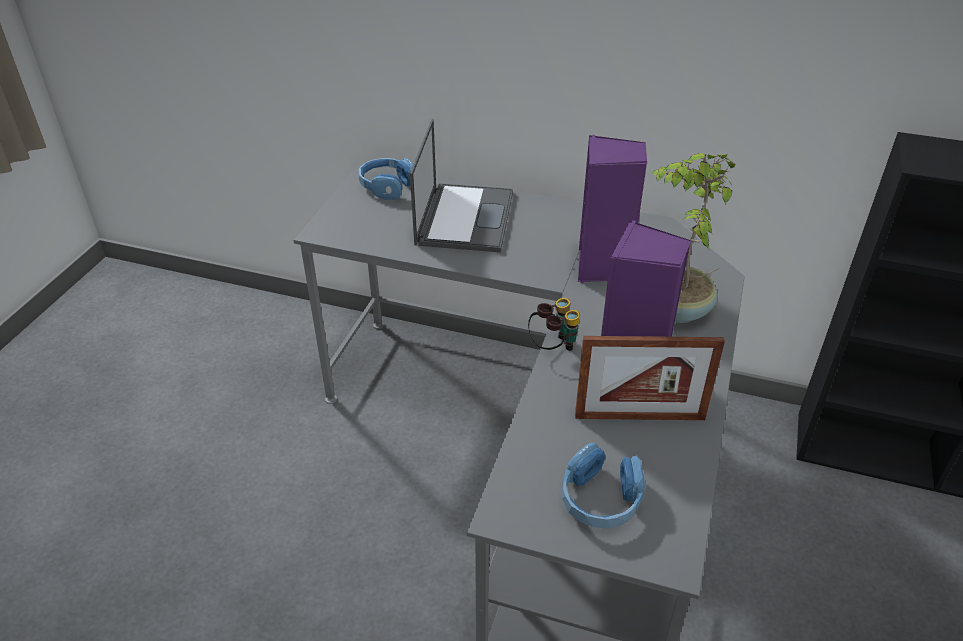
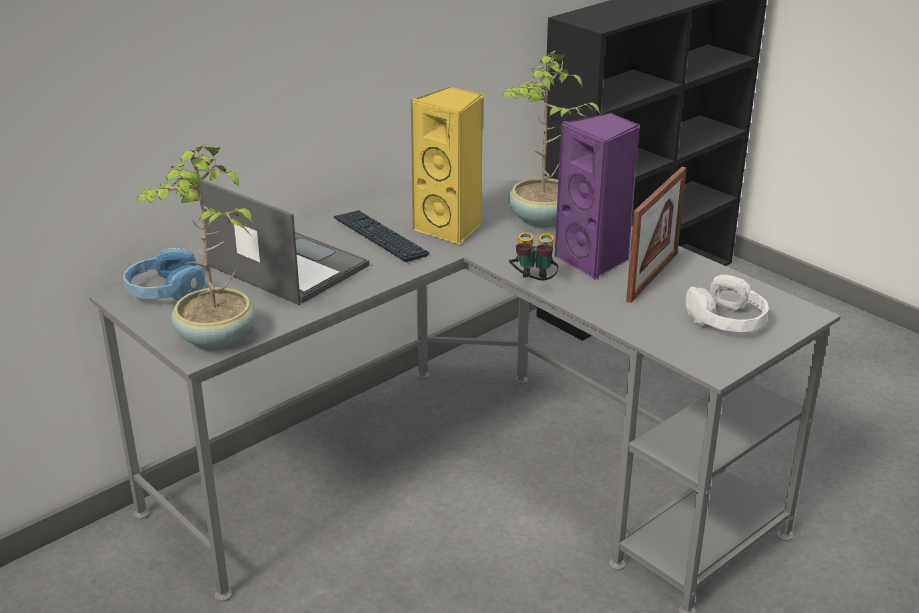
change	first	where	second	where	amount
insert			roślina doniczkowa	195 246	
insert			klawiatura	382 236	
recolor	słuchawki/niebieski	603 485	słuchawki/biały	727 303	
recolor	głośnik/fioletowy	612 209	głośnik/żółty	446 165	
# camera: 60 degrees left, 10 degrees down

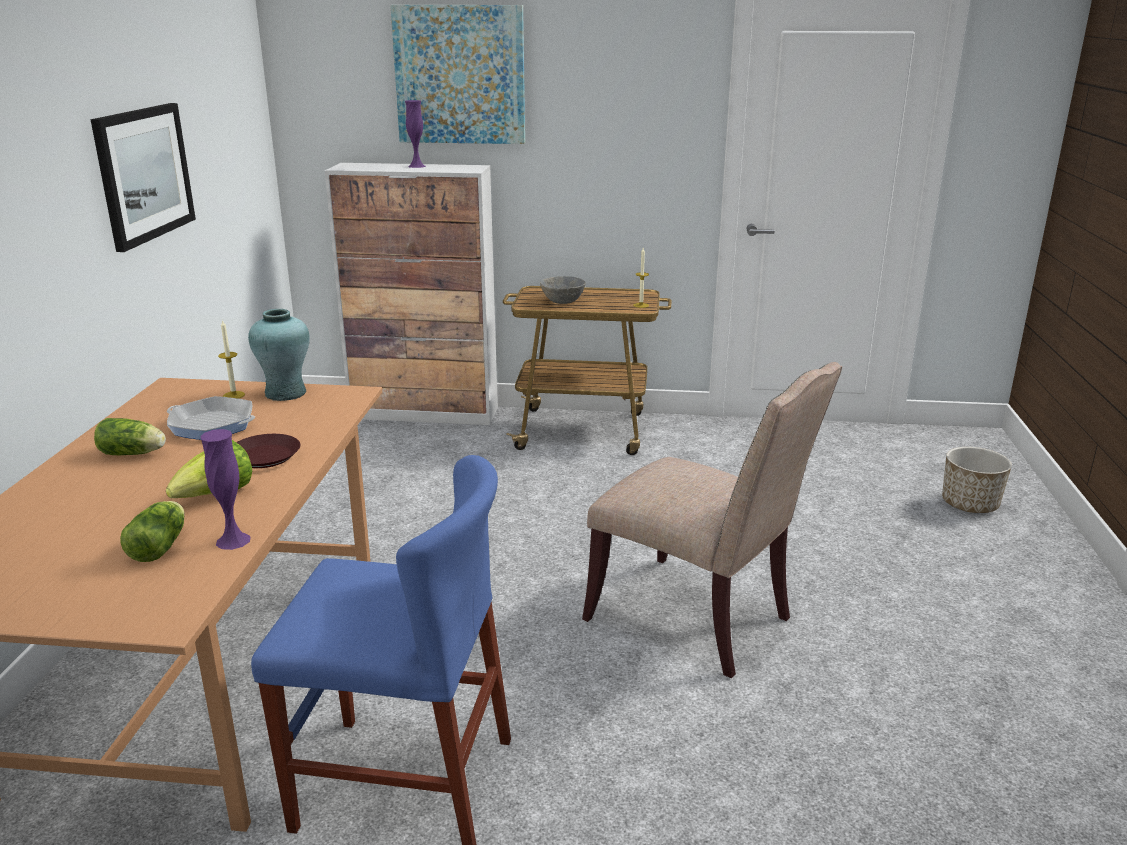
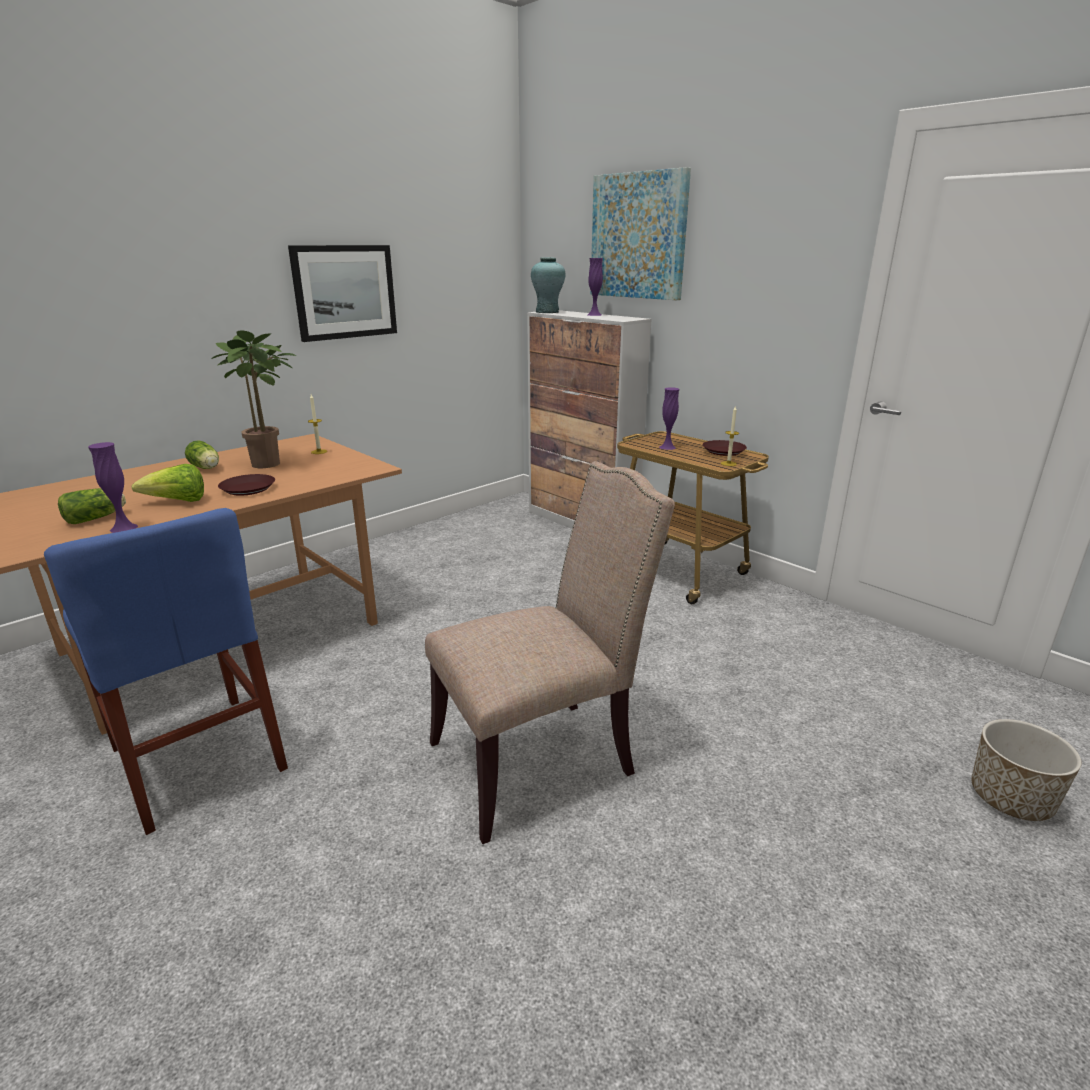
change	first	where	second	where	amount
insert			talerz/brązowy	724 448	
move	wazon/turkusowy	279 355		548 285	
replace	patelnia	211 418	roślina doniczkowa	254 399	
replace	miska/szary	563 290	wazon/fioletowy	669 418	
rotate	krzesło/beżowy	712 520		550 652	105 degrees counterclockwise
# camera: 40 degrees right, 0 degrees up

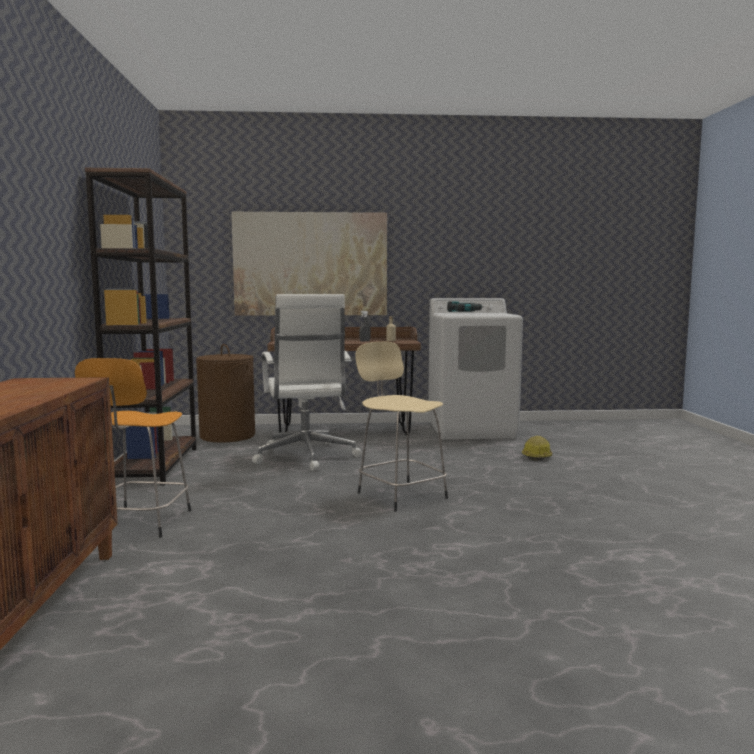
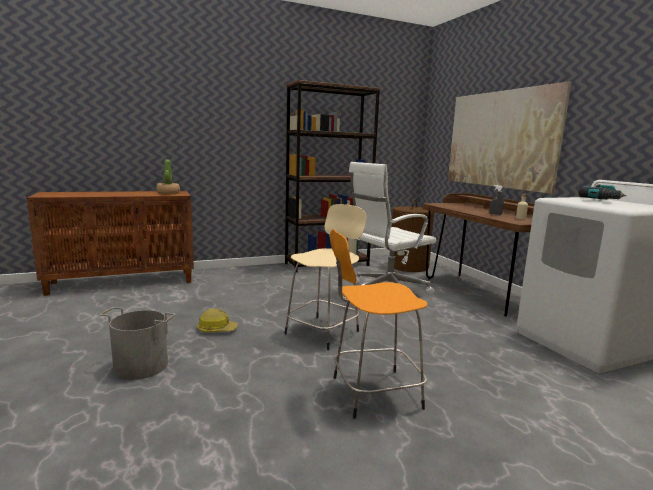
change	first	where	second	where	amount
insert			wiadro/szary	137 343	
insert			roślina doniczkowa	168 177	
move	stołek/pomarańczowy	133 448		379 324	
move	kask	537 448		217 320	
# camera: 70 degrees right, 5 degrees up

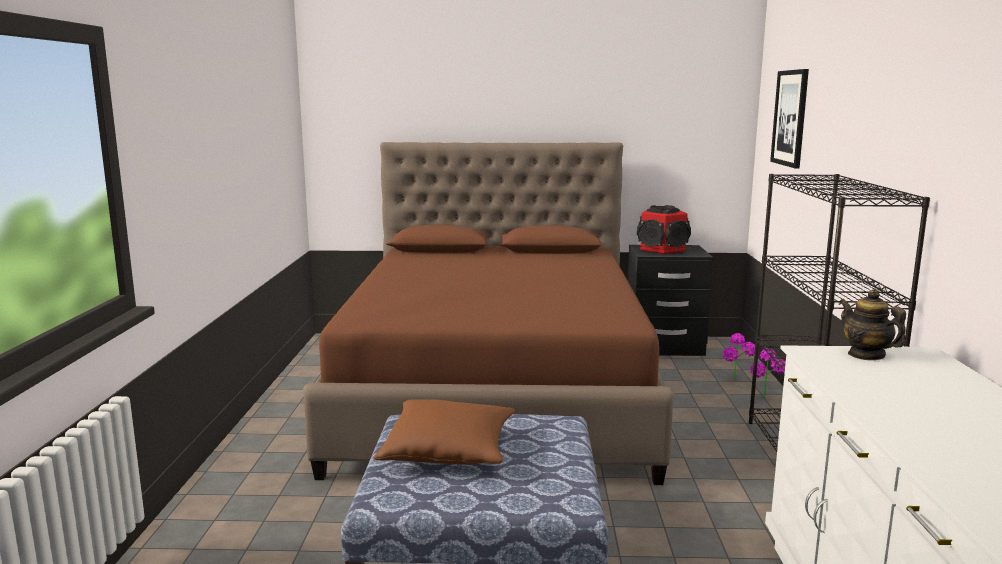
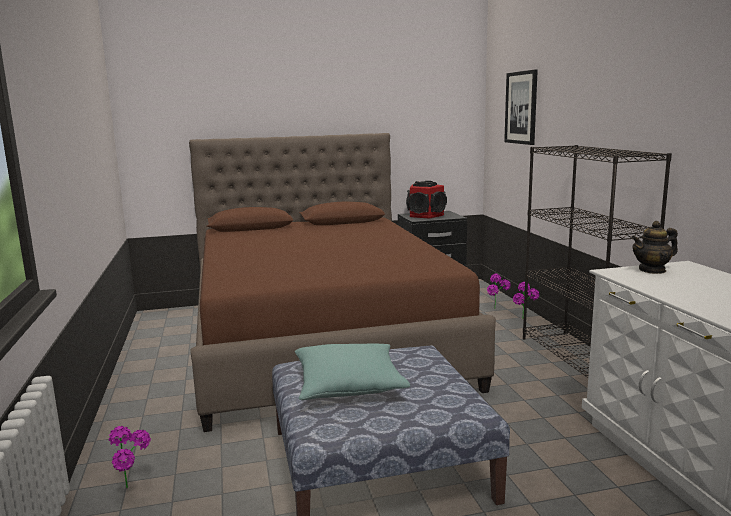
change	first	where	second	where	amount
insert			roślina doniczkowa	130 457	
recolor	poduszka/brązowy	444 432	poduszka/turkusowy	353 371	
rotate	imbryk	872 324		654 247	60 degrees counterclockwise
# camera: 15 degrees left, 0 degrees up

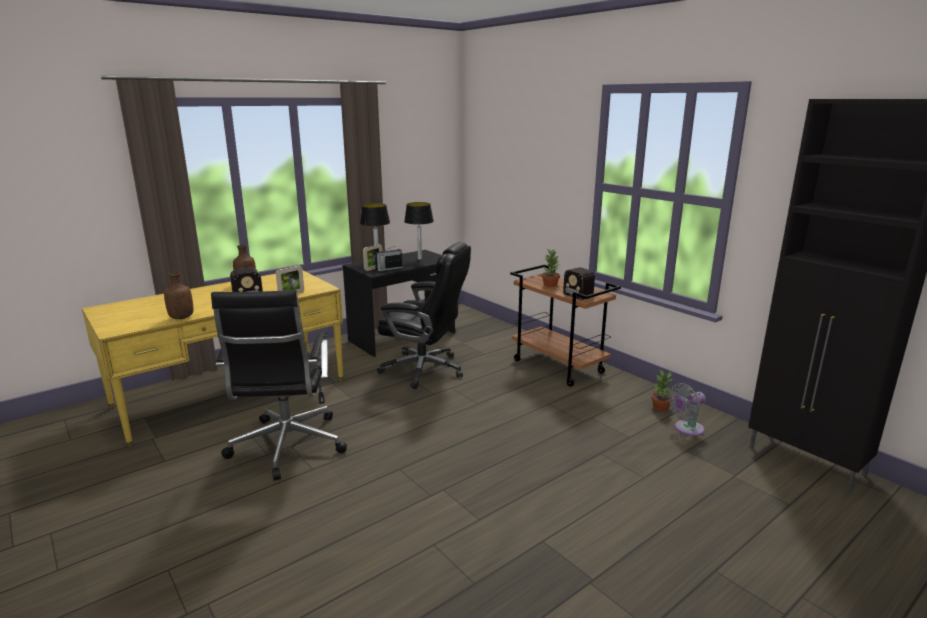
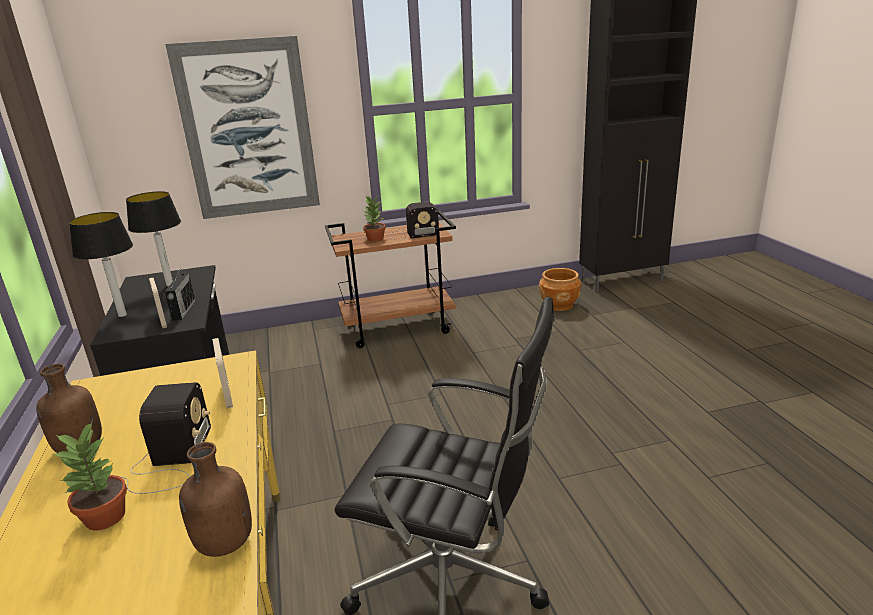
change	first	where	second	where	amount
delete	krzesło biurowe/czarny	424 315			
insert			obraz	242 127	
move	roślina doniczkowa	662 390		90 476	
replace	wentylator/szary	687 409	donica/brązowy	560 289	
# camera: 65 degrees left, 5 degrees up

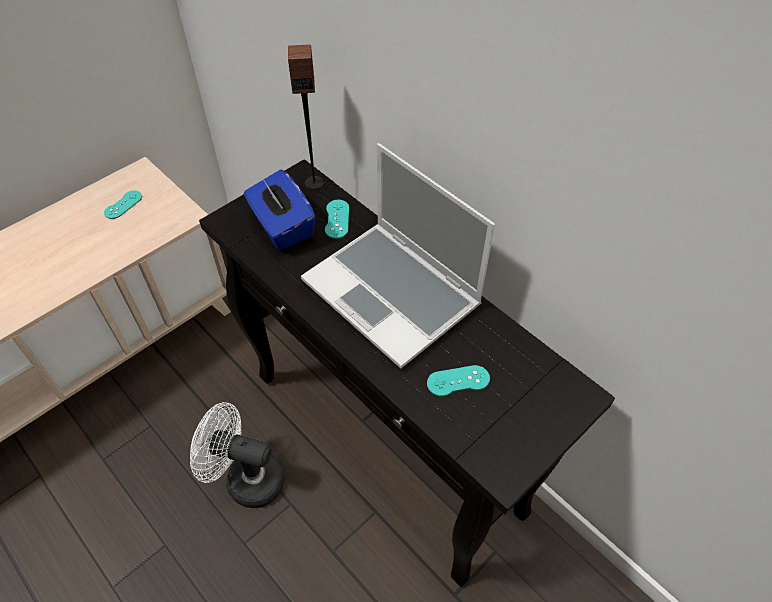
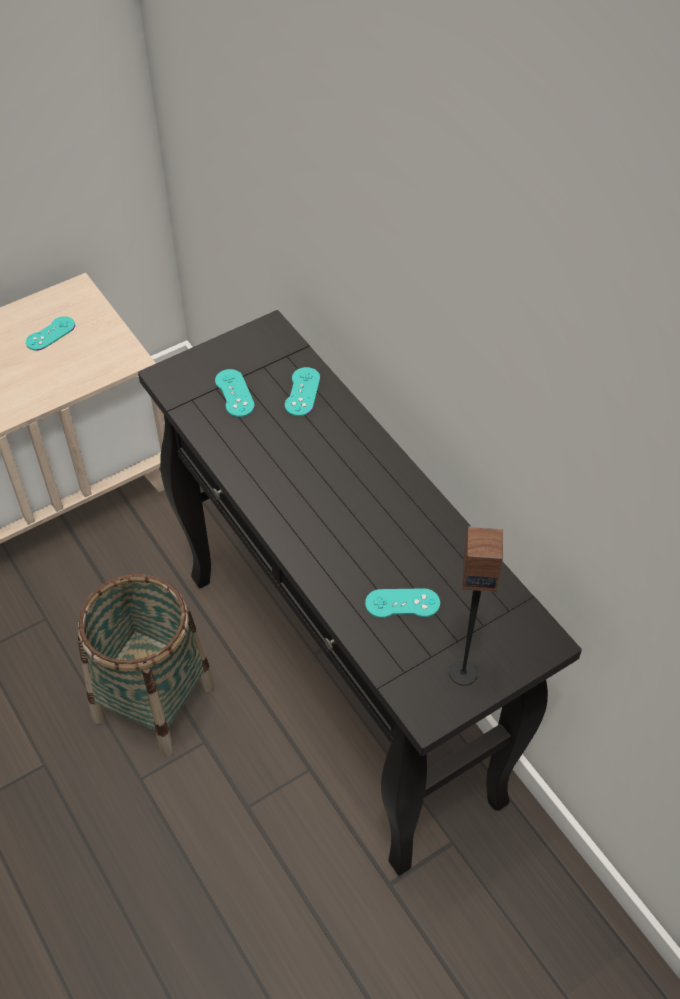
change	first	where	second	where	amount
delete	laptop	398 256			
move	głośnik	306 116		476 606	
replace	wentylator/biały	237 455	koszyk	146 665	
replace	pudełko chusteczek/niebieski	280 209	pad do gier/turkusowy	235 393	
# camera: 10 degrees right, 0 degrees up

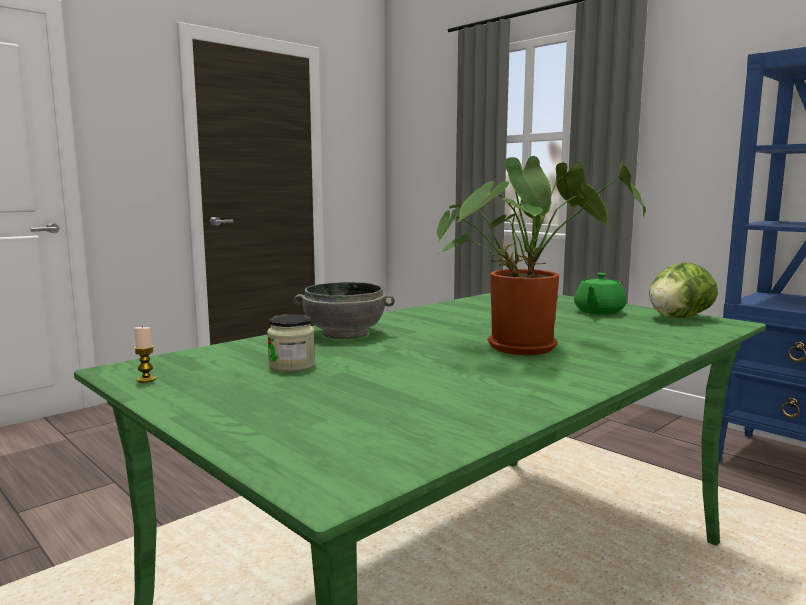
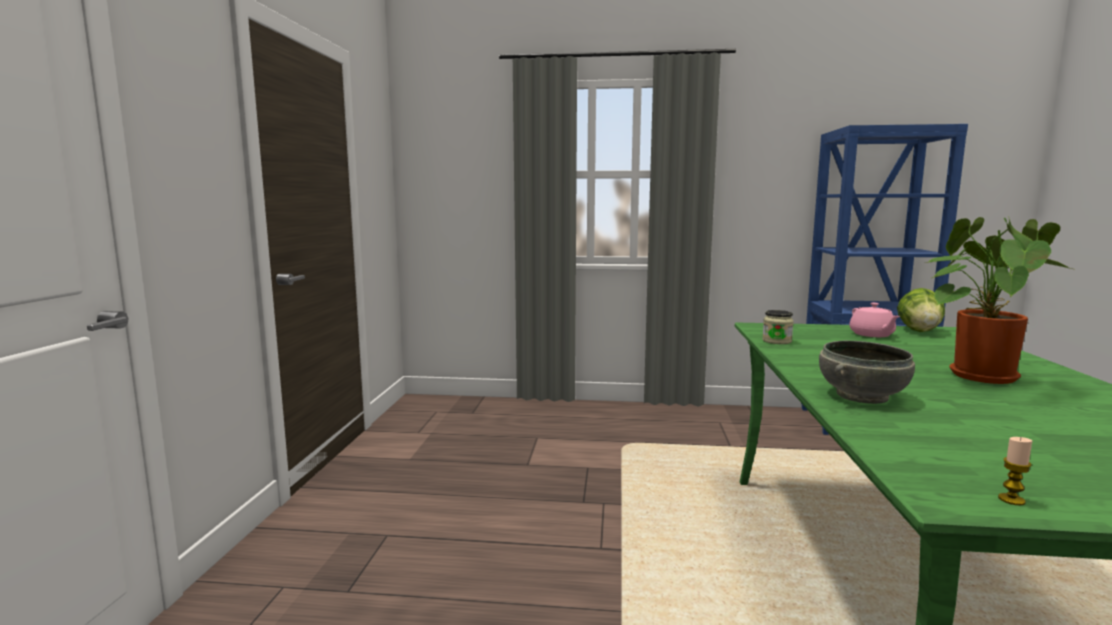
change	first	where	second	where	amount
move	słoik	291 343		778 327	
recolor	imbryk/zielony	600 294	imbryk/różowy	874 320	
# camera: 40 degrees left, 0 degrees up

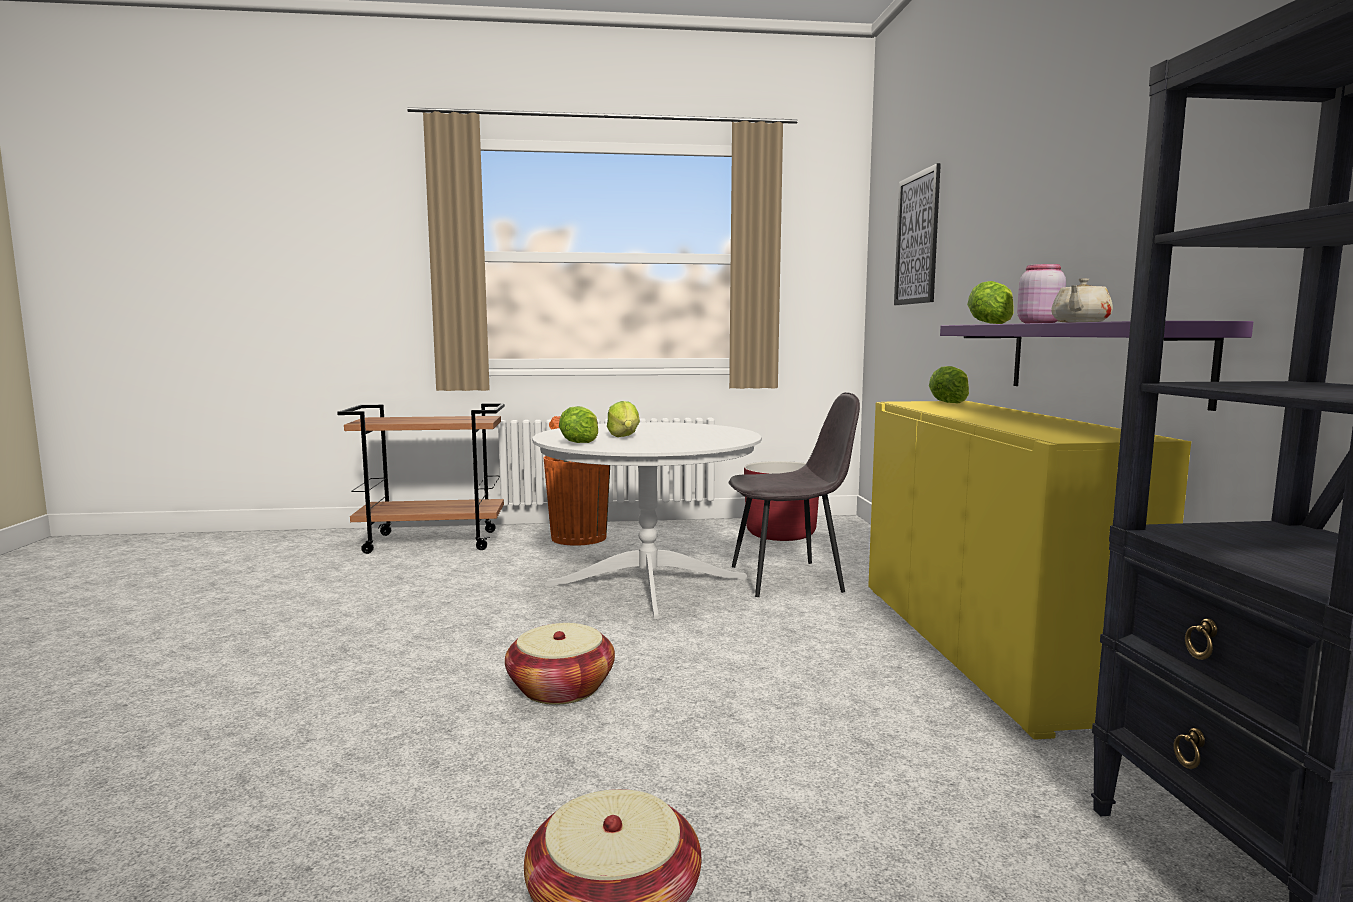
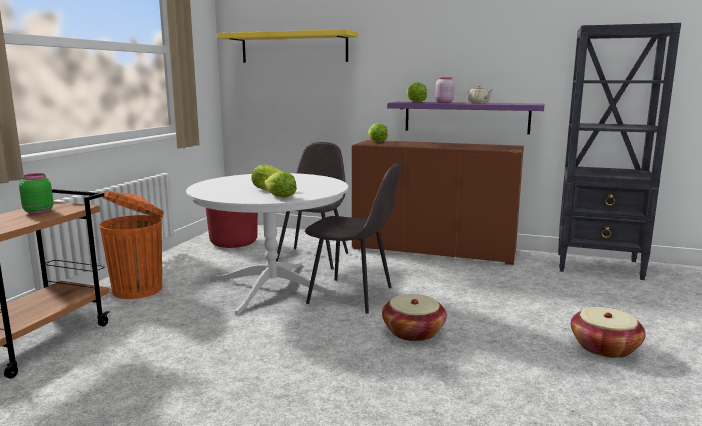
change	first	where	second	where	amount
insert			słoik/zielony	36 193	
insert			krzesło/szary	353 238	
replace	obraz	917 234	półka/żółty	287 46	
recolor	szafka/żółty	1029 570	szafka/brązowy	438 202	
# camera: 65 degrees left, 5 degrees up

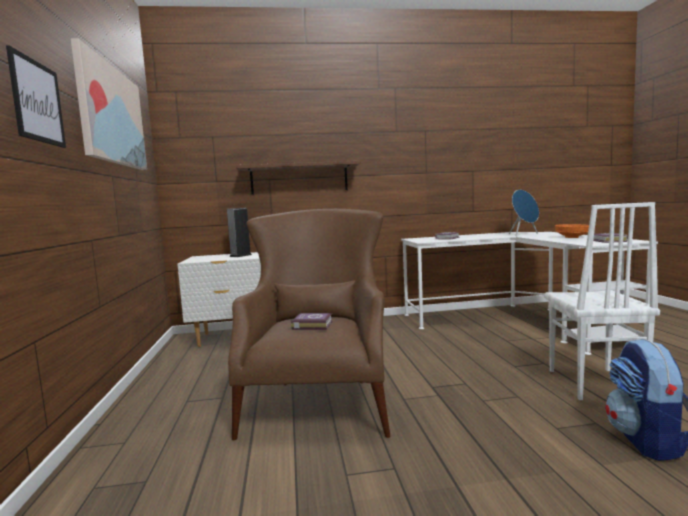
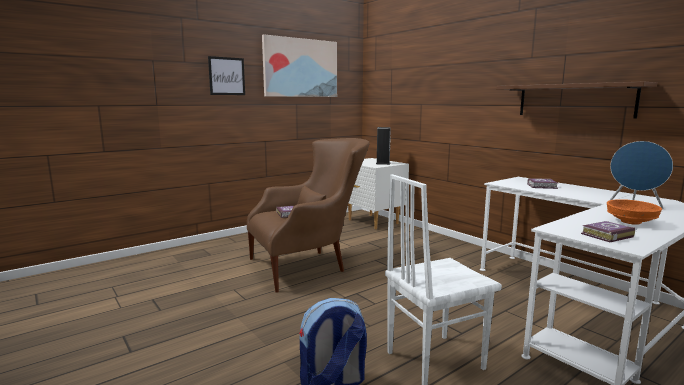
change	first	where	second	where	amount
move	półka/brązowy	298 177		577 100	
# camera: 60 degrees right, 5 degrees up

